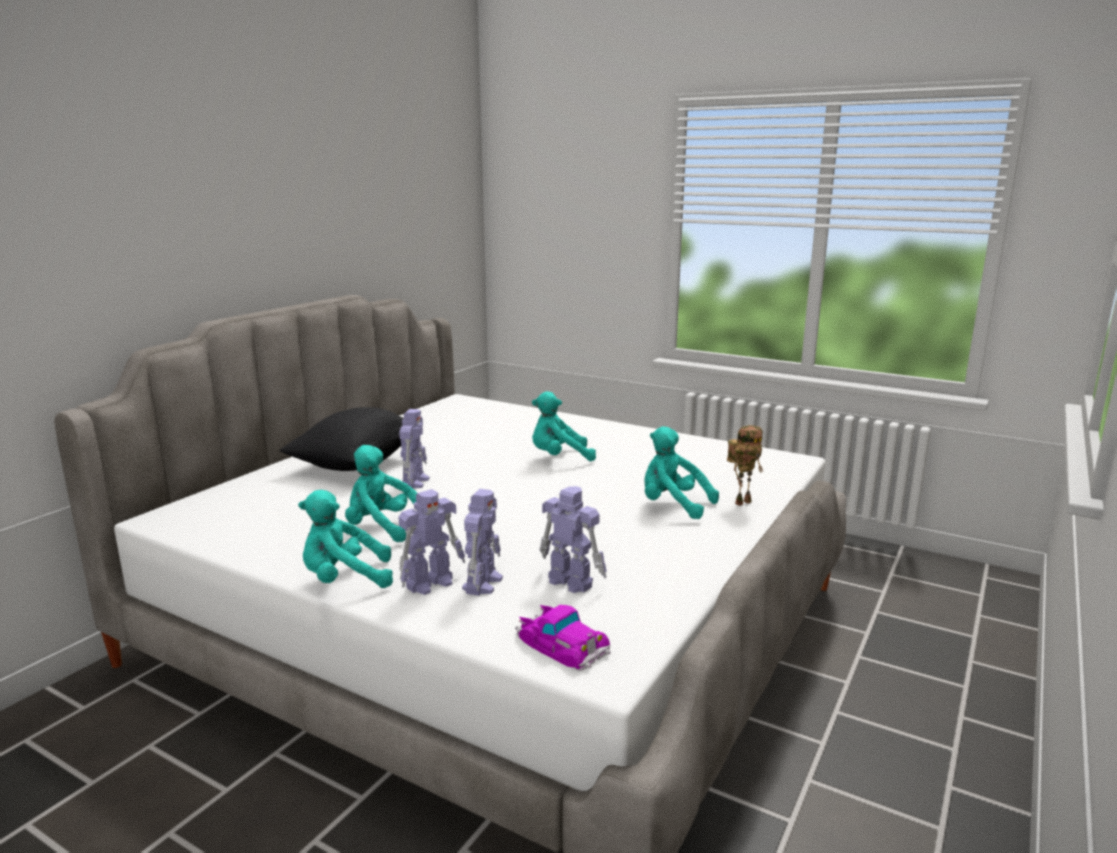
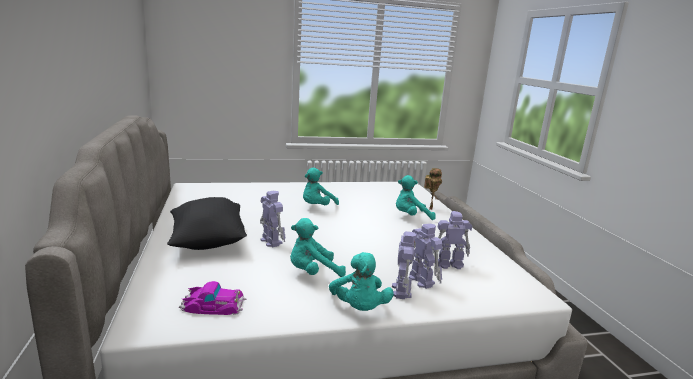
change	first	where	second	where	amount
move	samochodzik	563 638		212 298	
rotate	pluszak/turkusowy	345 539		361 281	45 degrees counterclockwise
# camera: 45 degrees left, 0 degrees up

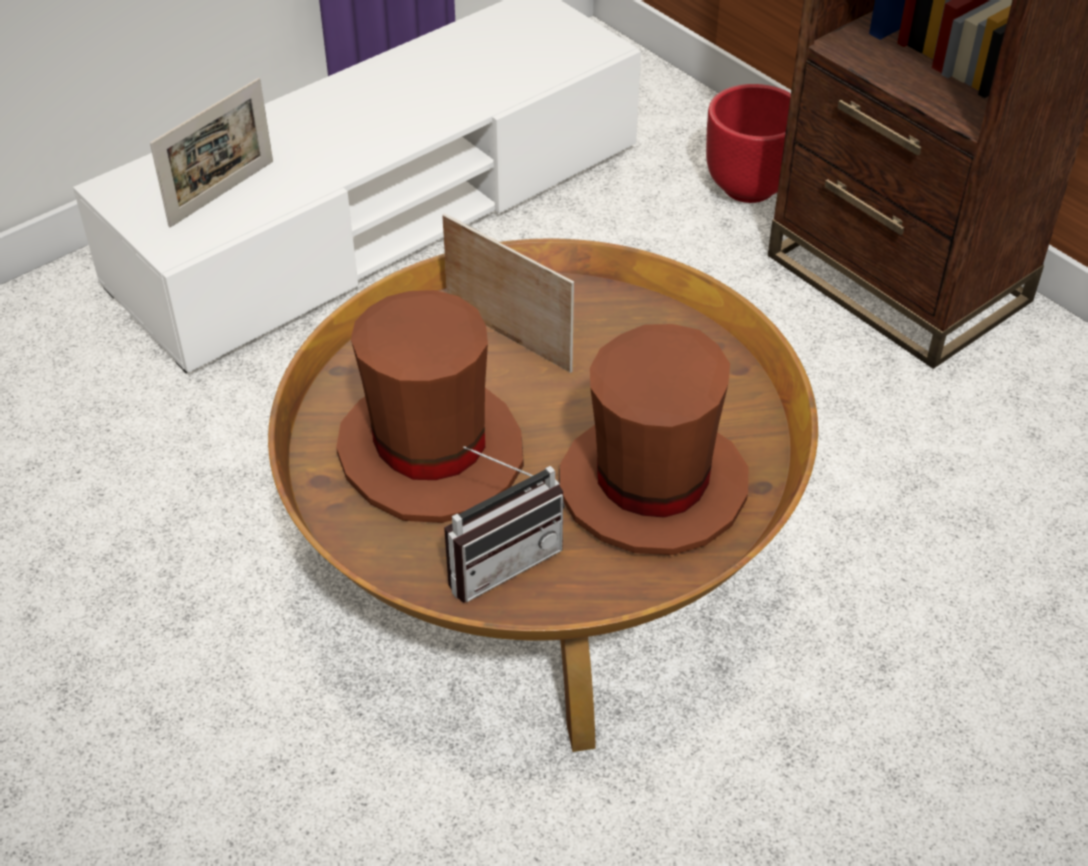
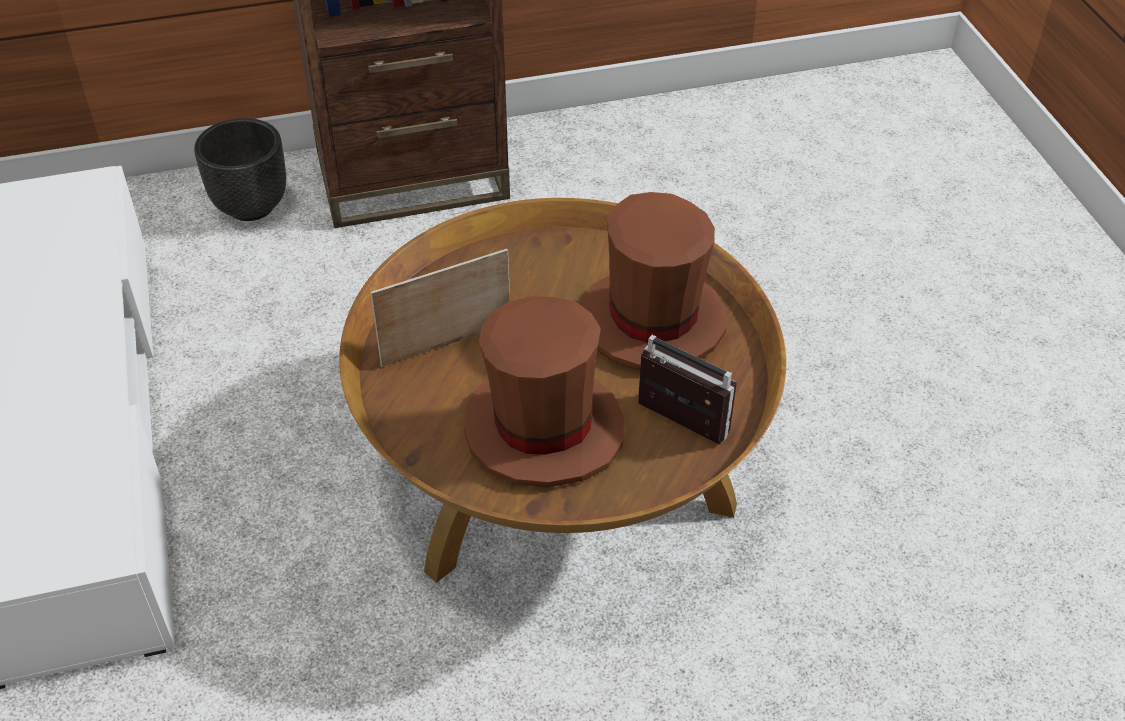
change	first	where	second	where	amount
delete	ramka na zdjęcie	211 153			
recolor	donica/czerwony	748 143	donica/czarny	240 169	
rotate	radio	504 524		687 389	45 degrees counterclockwise
# camera: 65 degrees left, 0 degrees up

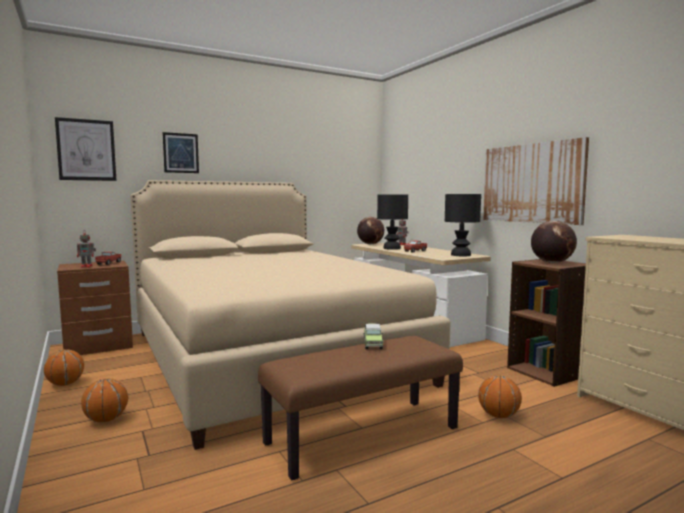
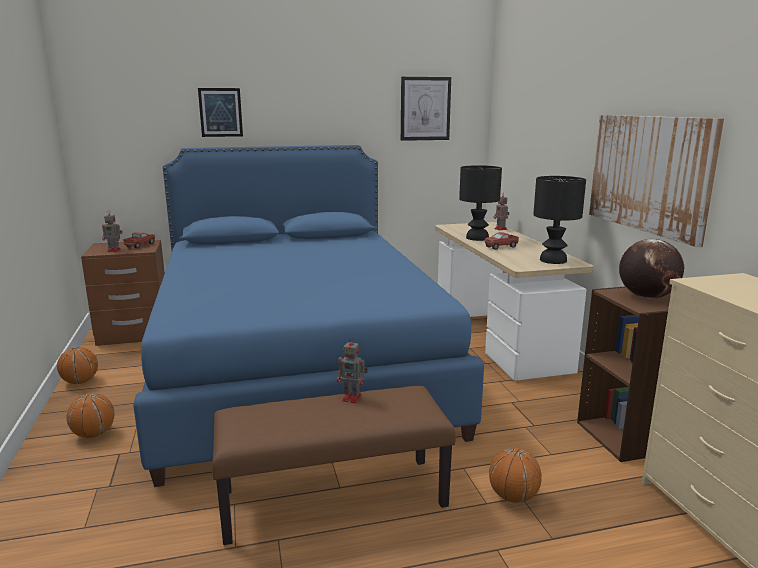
change	first	where	second	where	amount
delete	globus	370 230			
move	obraz	85 149		426 109	
replace	samochodzik	373 336	robot zabawkowy	352 370	
recolor	łóżko/beżowy	291 315	łóżko/niebieski	308 316	
# camera: 15 degrees right, 10 degrees up

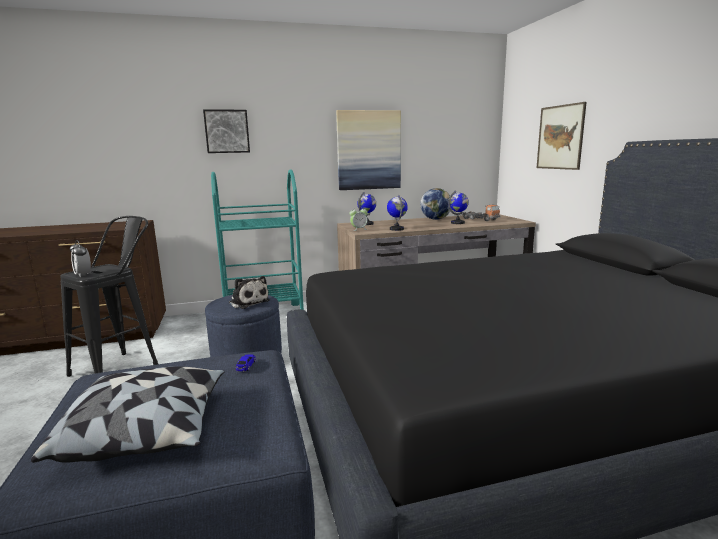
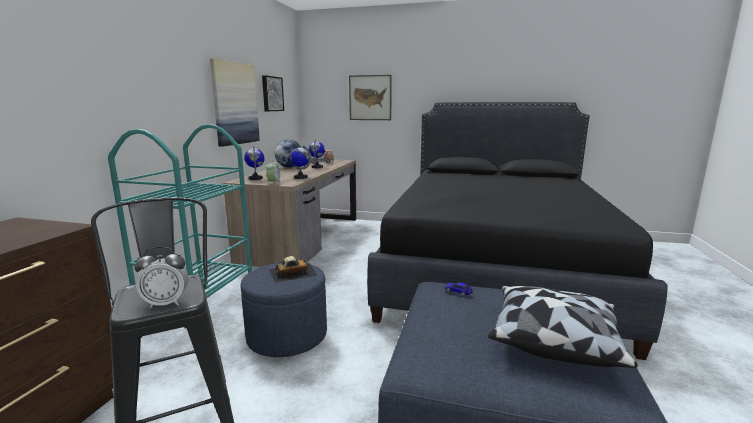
change	first	where	second	where	amount
move	obraz	226 131		273 93	
replace	pluszak	249 292	samochodzik	293 269	
# camera: 60 degrees left, 0 degrees up

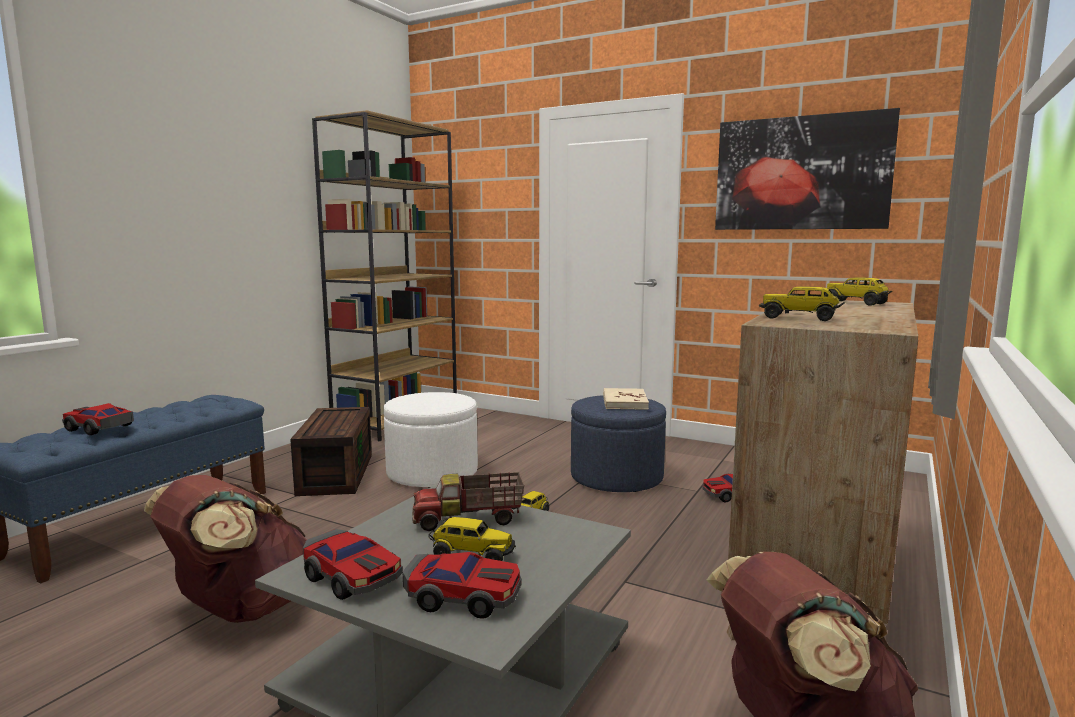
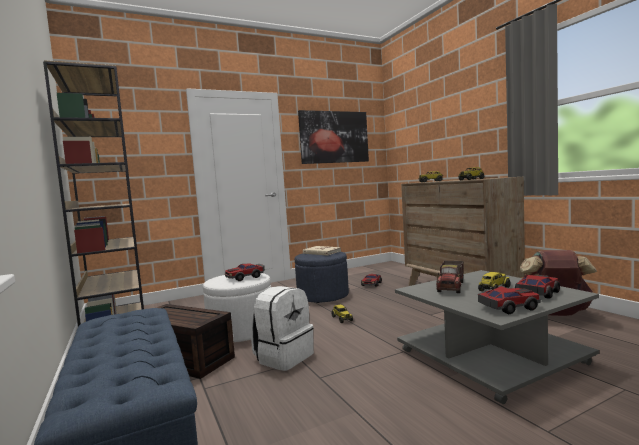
change	first	where	second	where	amount
delete	plecak/brązowy	225 549			
insert			plecak/biały	282 328	
move	samochodzik	98 419		245 272	
# camera: 55 degrees left, 5 degrees down

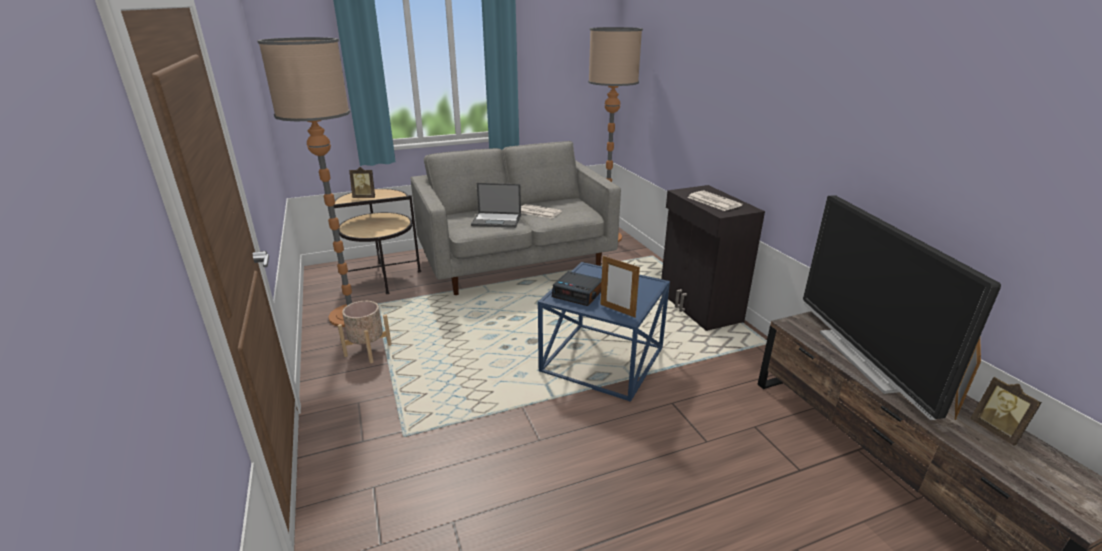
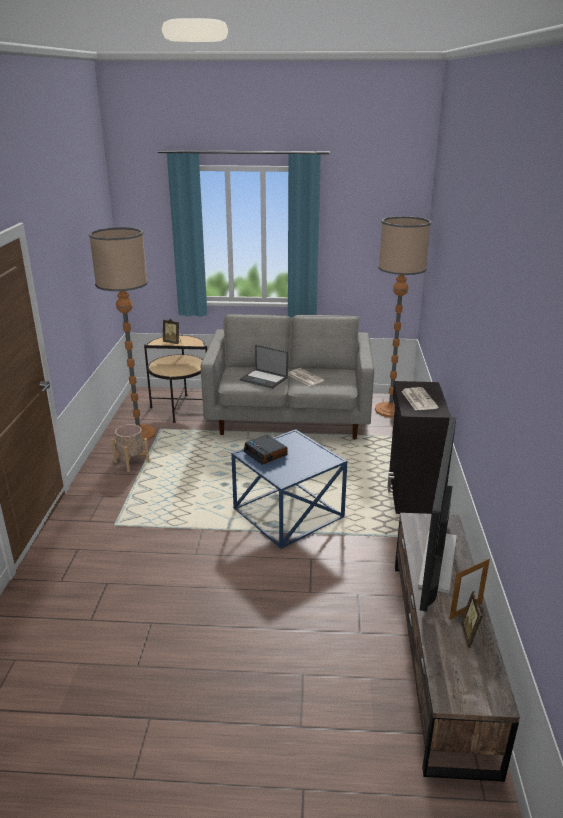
change	first	where	second	where	amount
delete	ramka na zdjęcie	620 286			
# camera: 25 degrees right, 0 degrees up

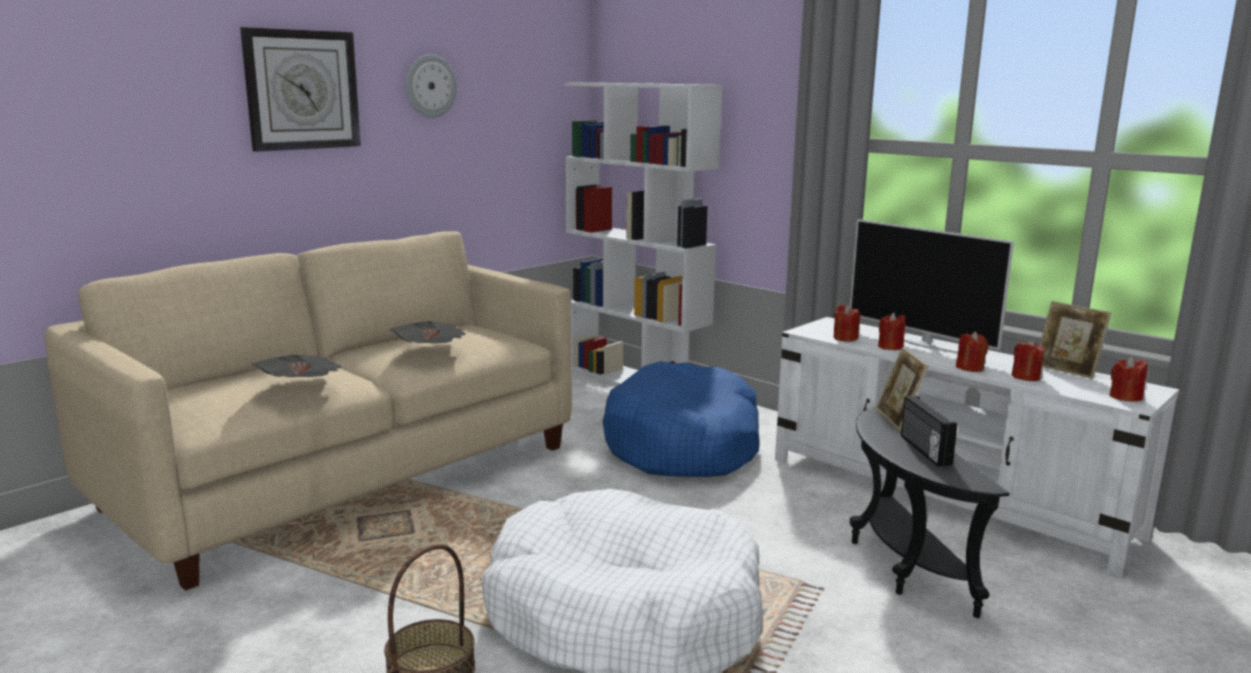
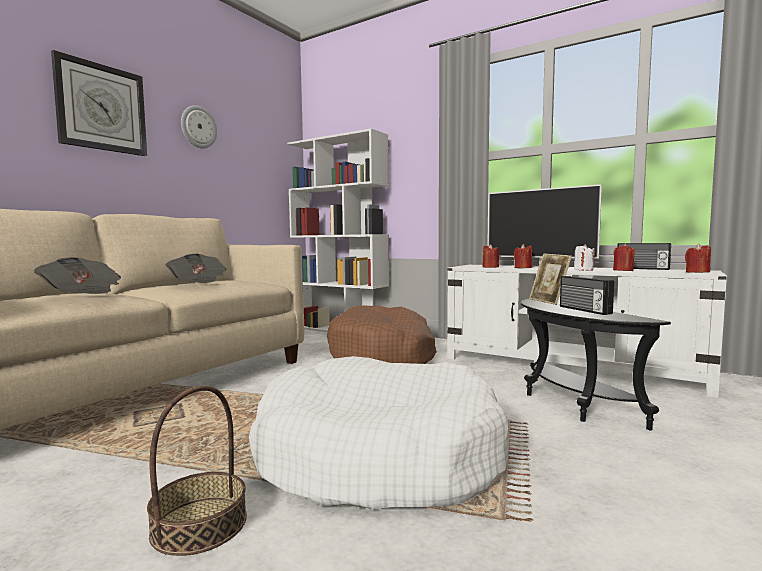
change	first	where	second	where	amount
replace	ramka na zdjęcie	1075 340	radio	644 256	
recolor	legowisko/niebieski	681 419	legowisko/brązowy	382 334	
recolor	świeca/czerwony	972 351	świeca/biały	584 257	
# camera: 10 degrees left, 10 degrees down

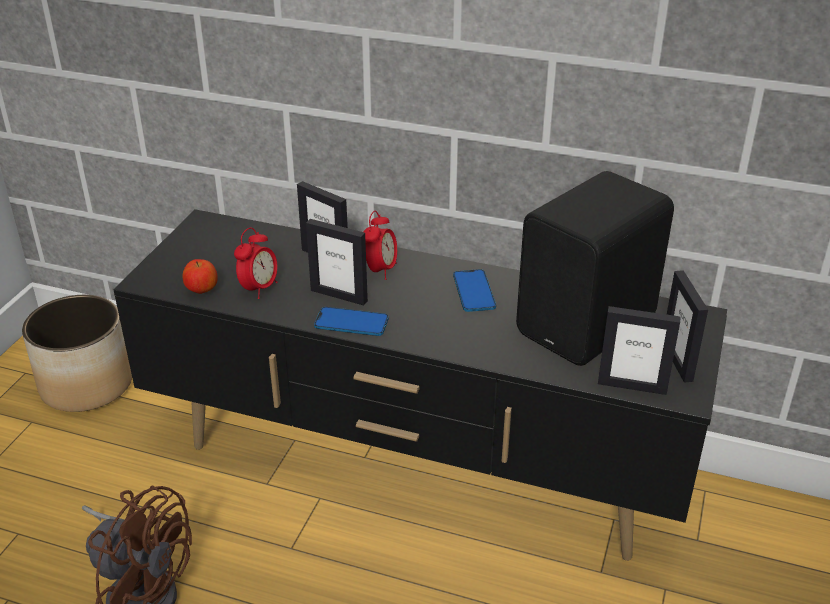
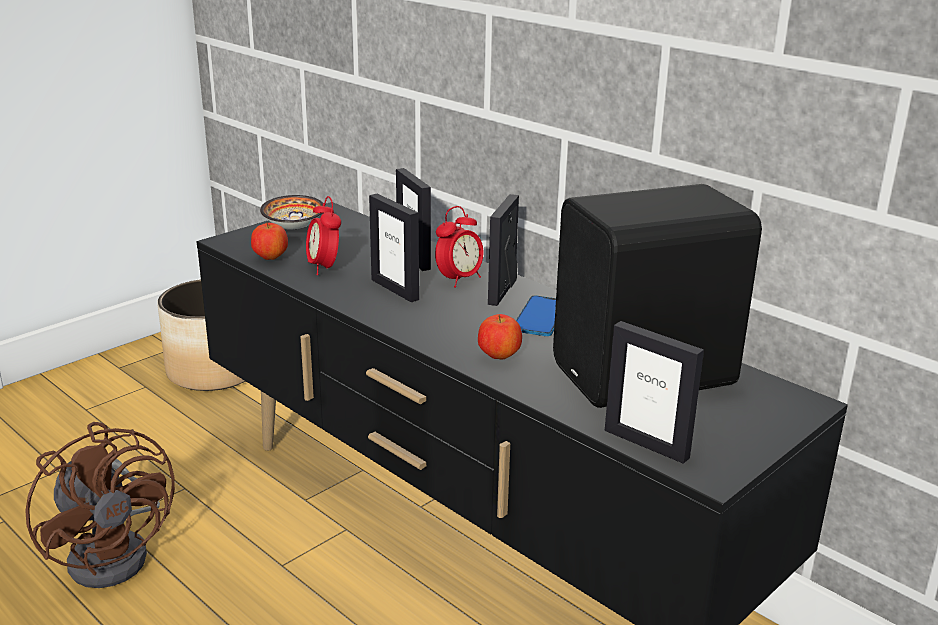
change	first	where	second	where	amount
delete	telefon	351 321			
insert			miska	291 212	
insert			jabłko	500 337	
move	ramka na zdjęcie	687 326		503 250	
rotate	budzik	256 263		323 235	105 degrees clockwise
# camera: 25 degrees right, 10 degrees down

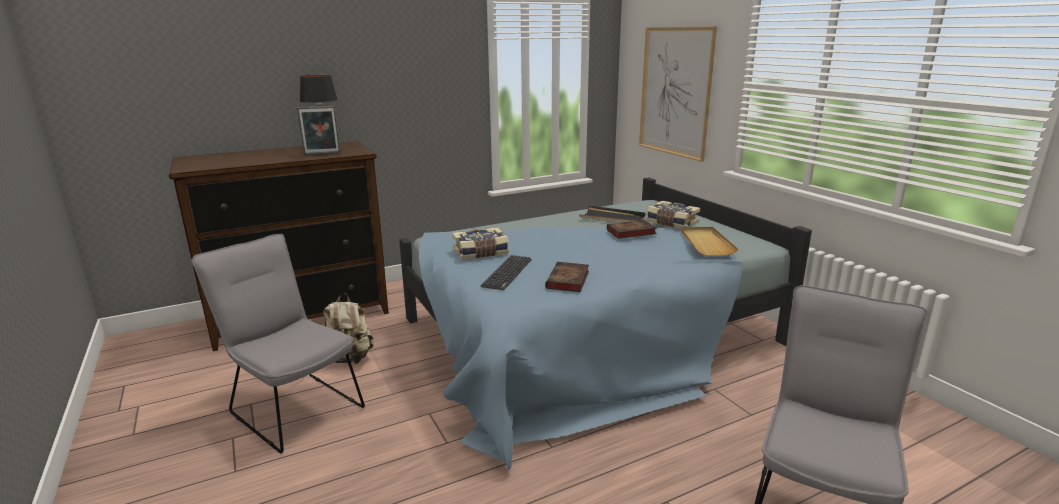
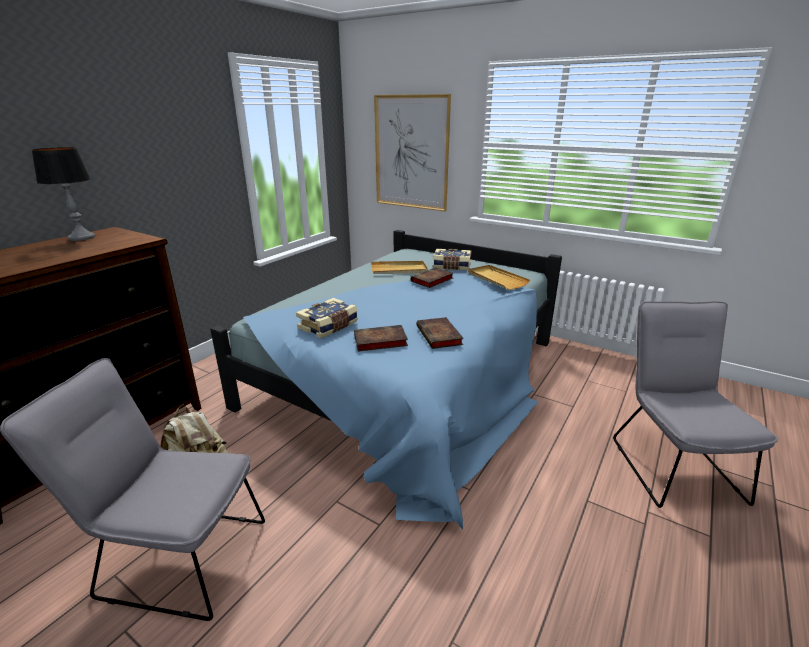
change	first	where	second	where	amount
delete	ramka na zdjęcie	318 130			
replace	klawiatura	506 272	książka	381 338	
recolor	taca/czarny	613 214	taca/beżowy	399 267	
# camera: 30 degrees left, 5 degrees up

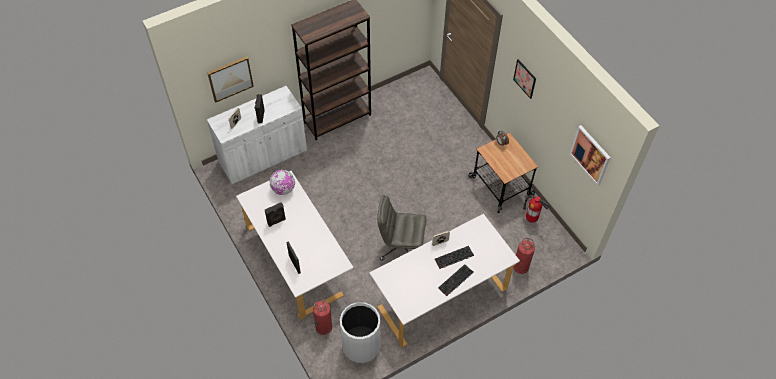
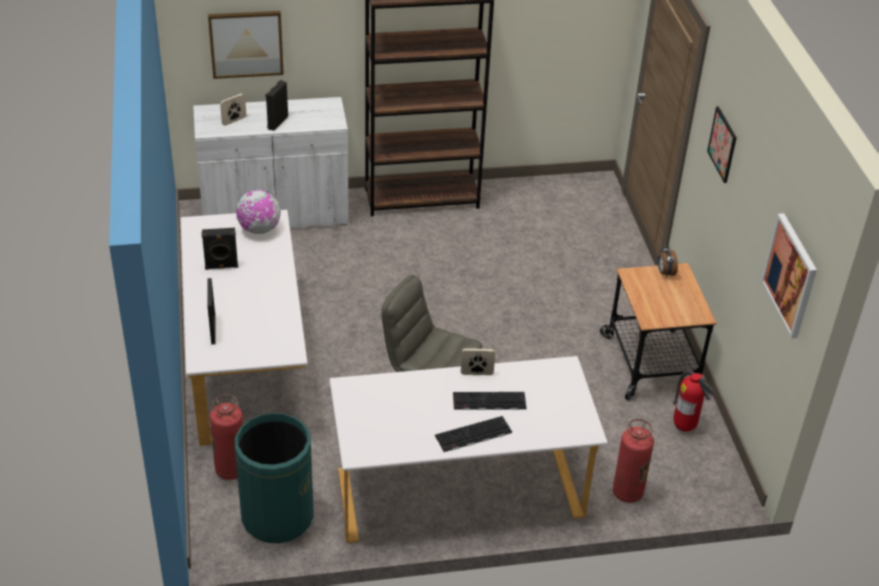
change	first	where	second	where	amount
recolor	kosz na śmieci/biały	360 332	kosz na śmieci/zielony	274 478	
# camera: 20 degrees right, 15 degrees down

